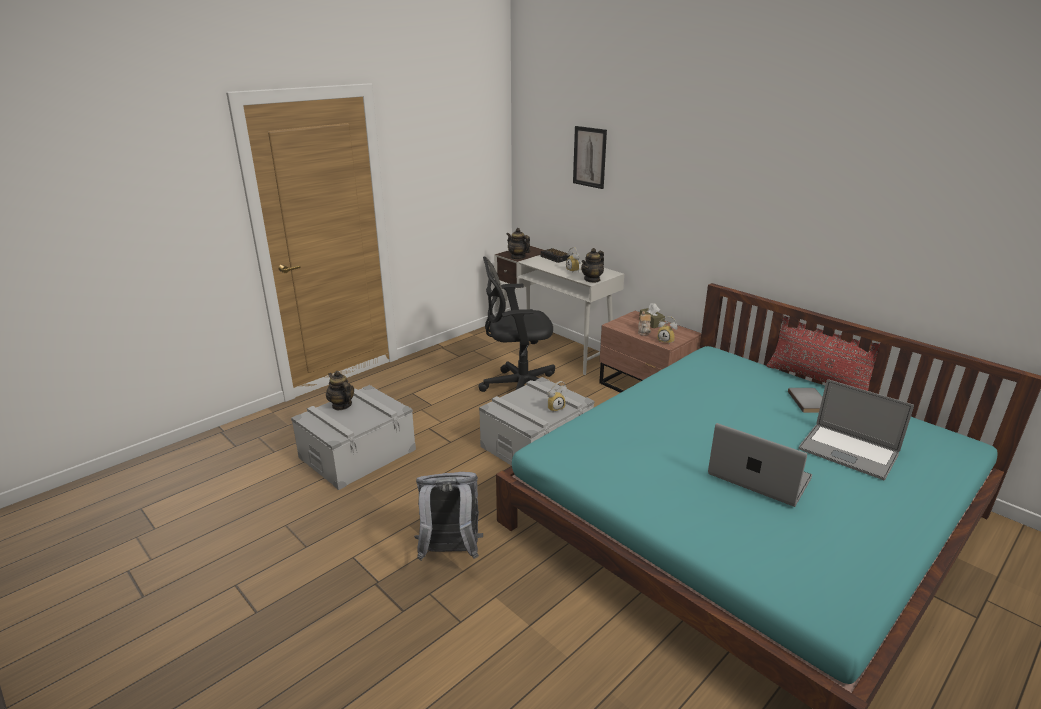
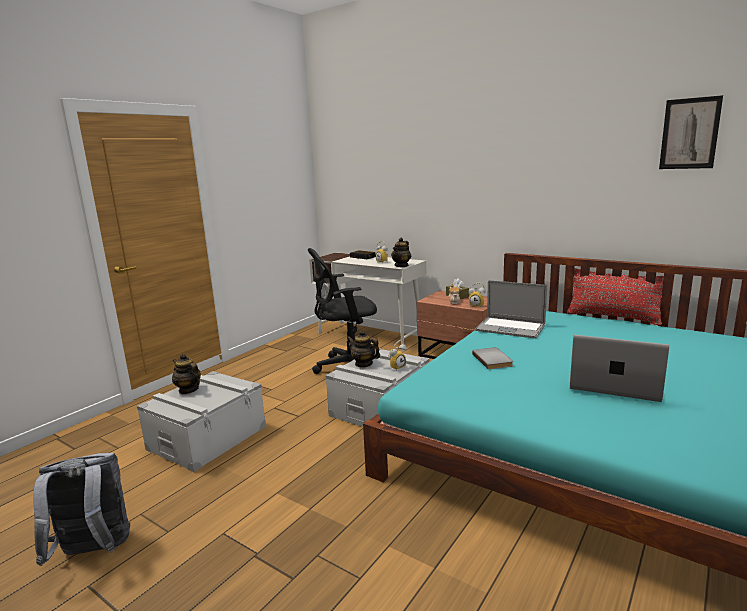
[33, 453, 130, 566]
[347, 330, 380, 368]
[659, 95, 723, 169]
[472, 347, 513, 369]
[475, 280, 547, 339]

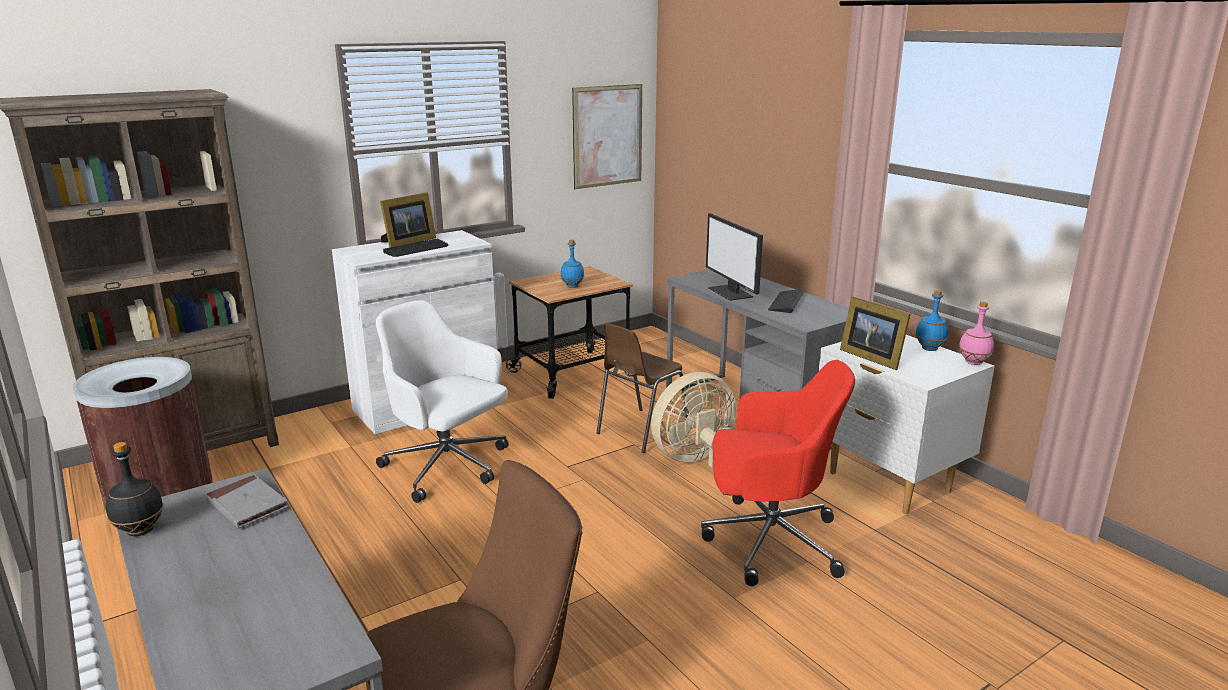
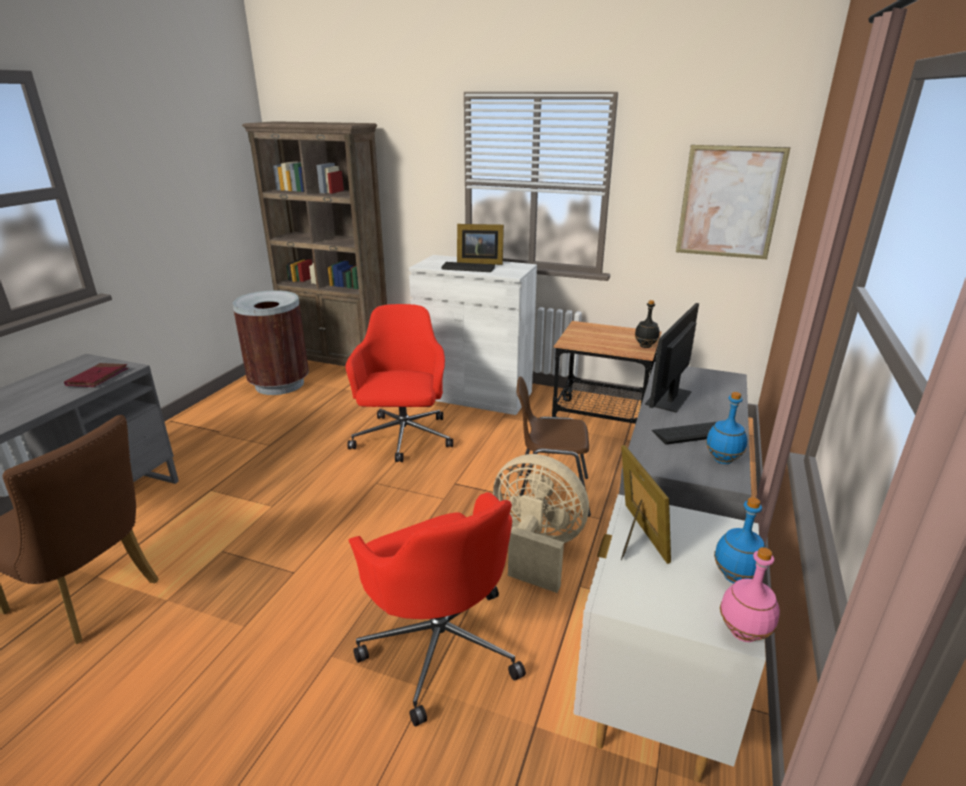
[635, 300, 660, 348]
[706, 392, 747, 464]
[64, 363, 128, 387]
[345, 304, 453, 462]
[621, 445, 671, 564]

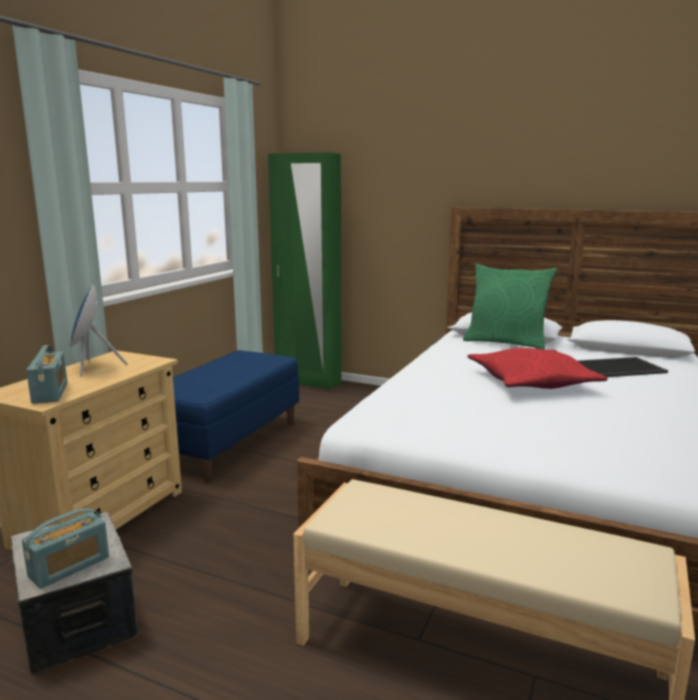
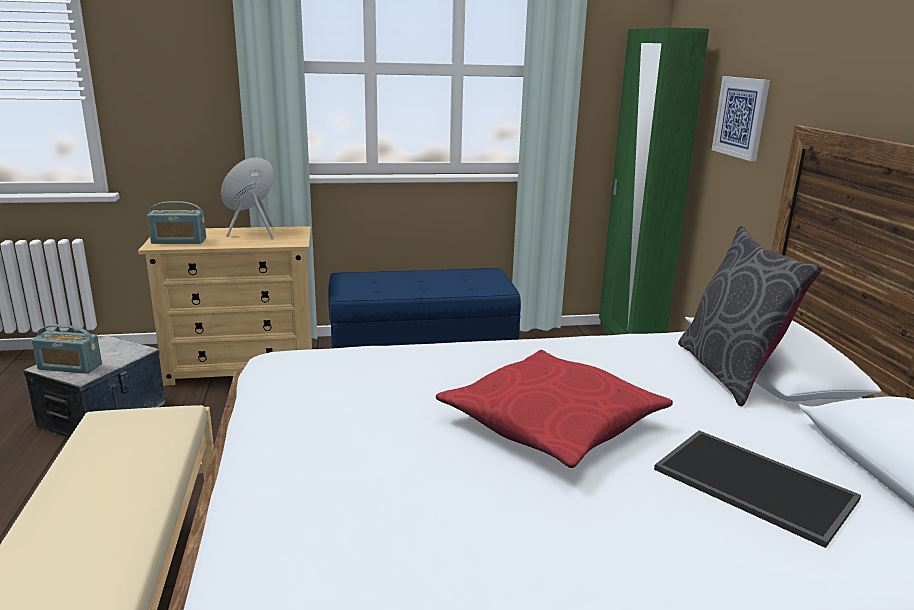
[712, 76, 770, 161]
[678, 226, 823, 406]
[147, 201, 206, 244]

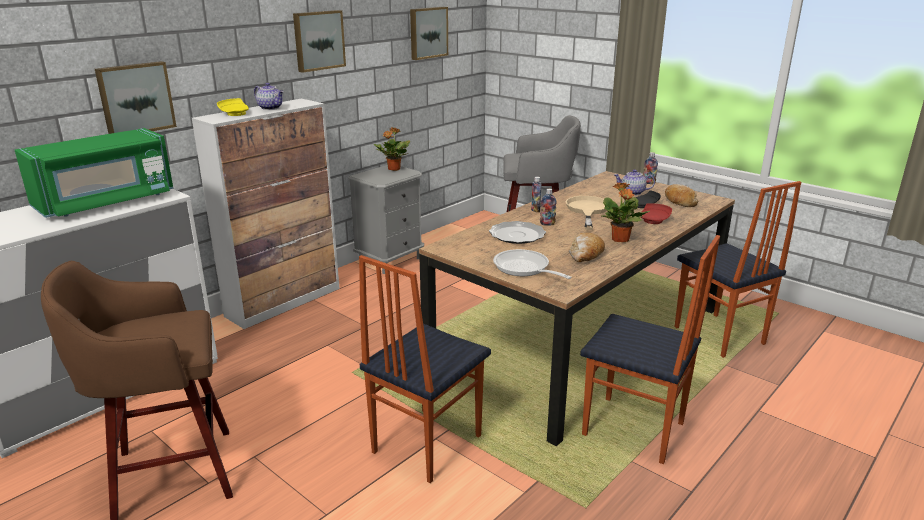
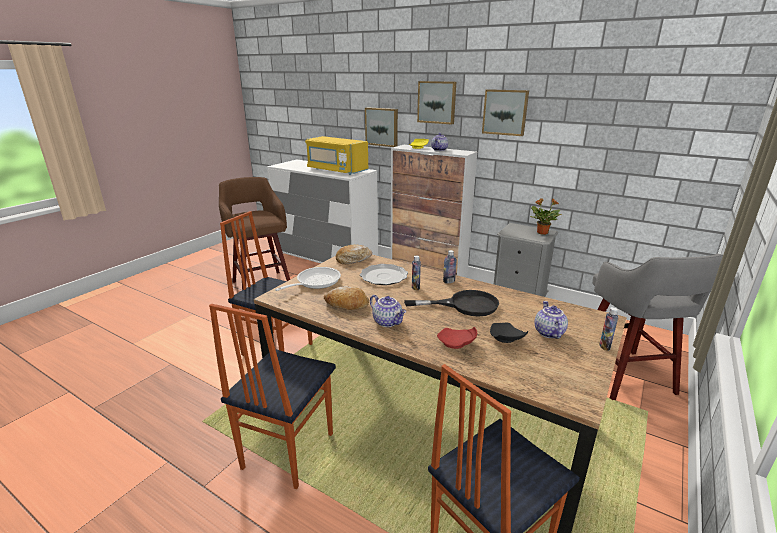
[417, 81, 456, 124]
[336, 245, 372, 264]
[370, 295, 406, 327]
[305, 136, 368, 175]
[404, 290, 499, 317]

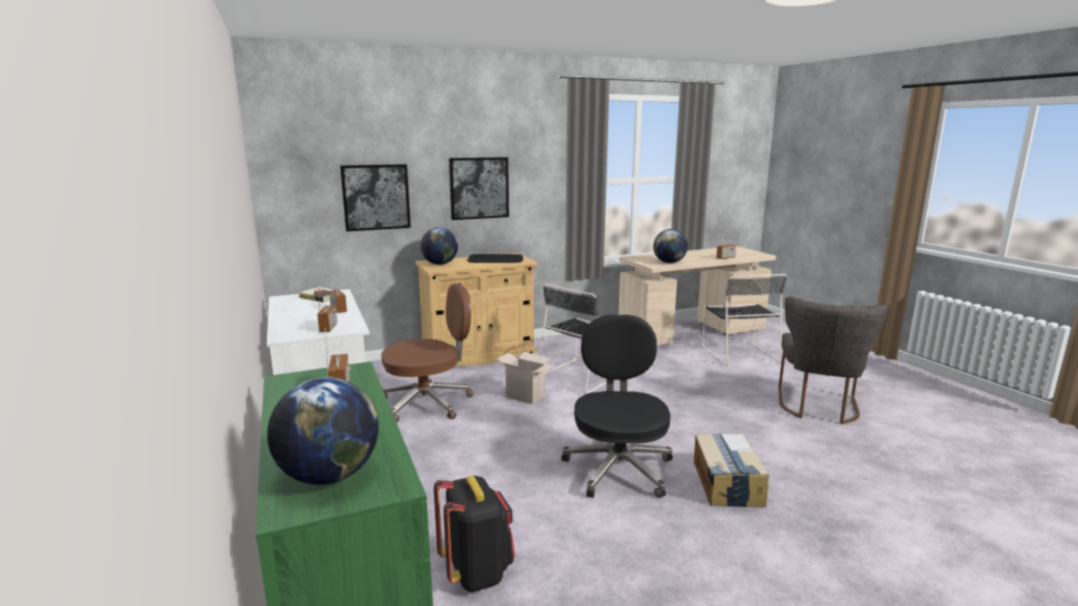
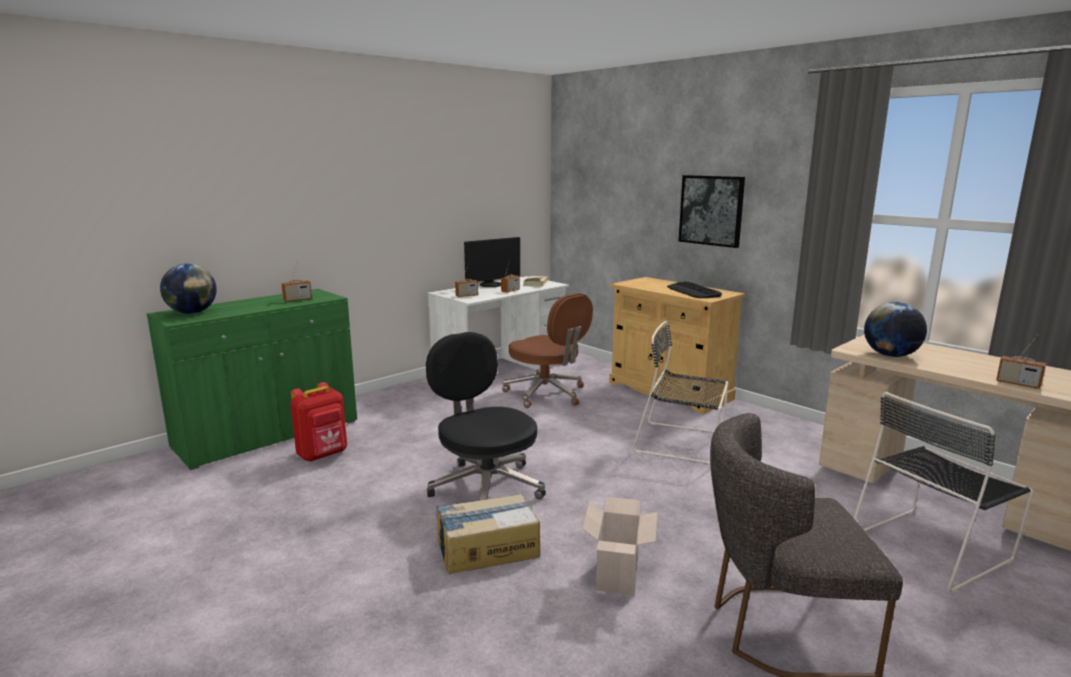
[340, 164, 411, 232] (first image)
[421, 228, 458, 265] (first image)
[464, 237, 520, 287]
[582, 497, 657, 596]
[291, 382, 347, 462]
[426, 332, 546, 500]

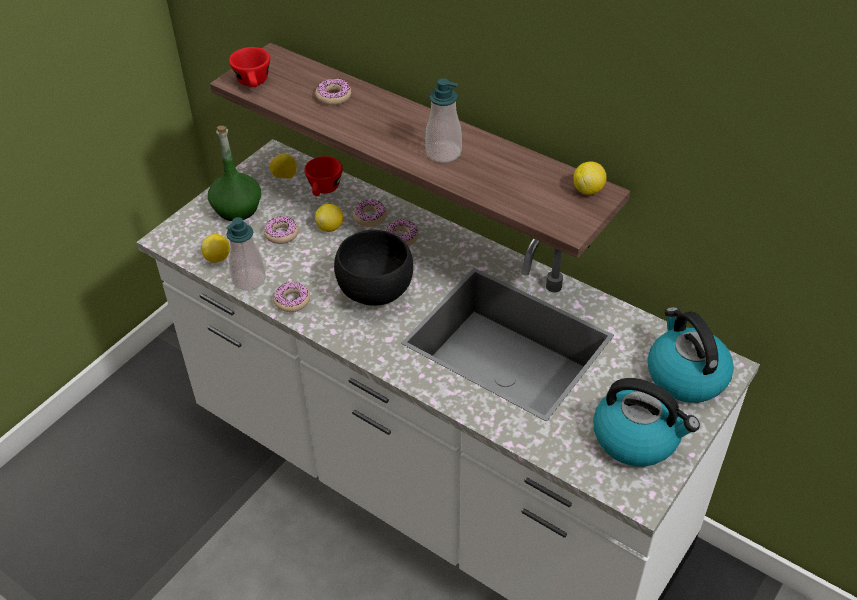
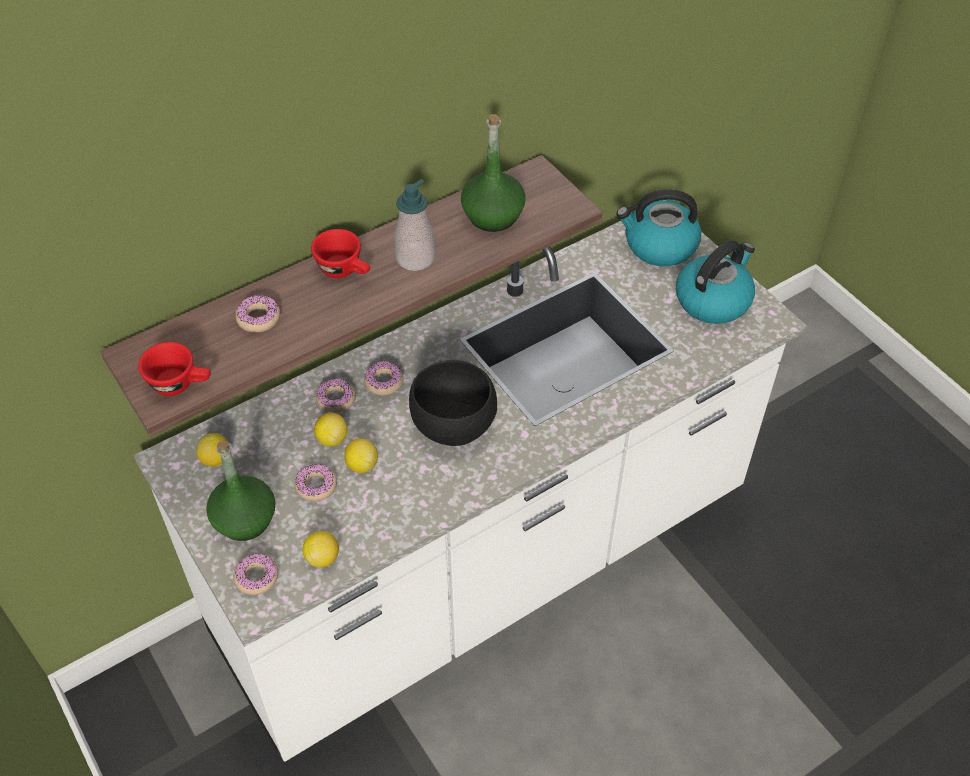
[226, 217, 266, 290] (first image)
[461, 114, 526, 232]
[233, 553, 278, 595]
[311, 229, 370, 278]
[344, 439, 378, 473]

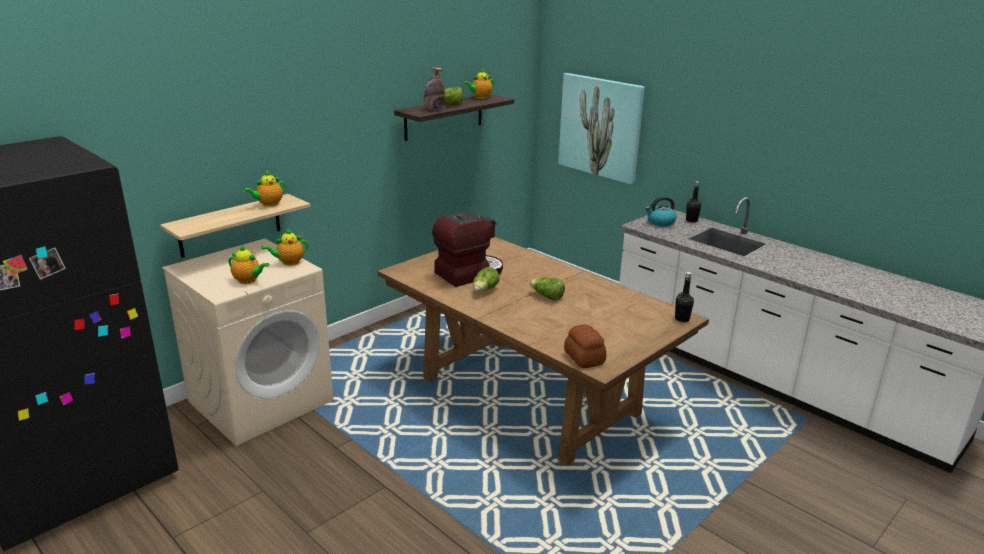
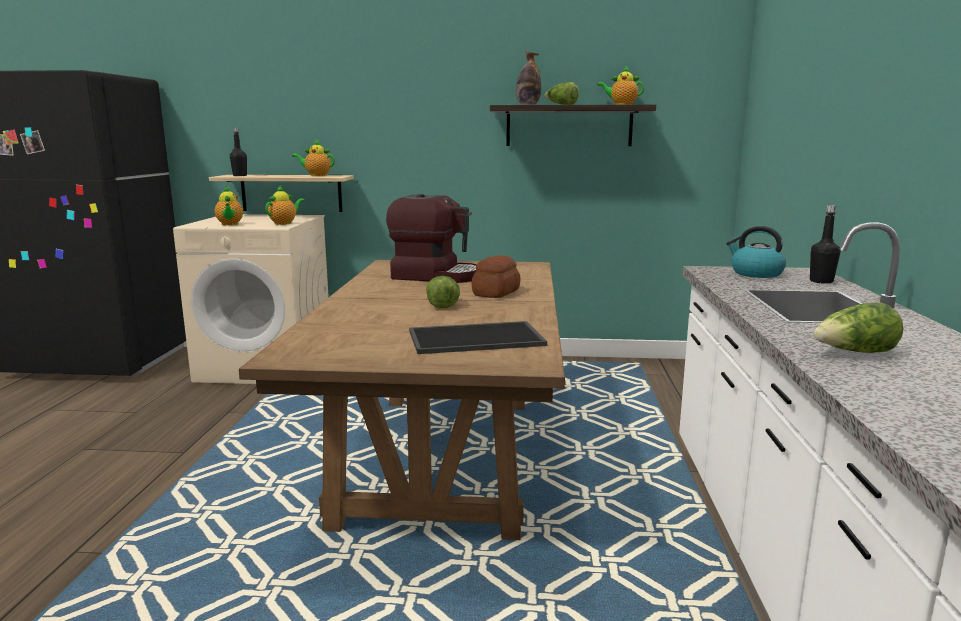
[558, 73, 645, 184] (first image)
[409, 321, 547, 354]
[813, 302, 904, 353]
[471, 255, 520, 298]
[230, 127, 247, 176]
[265, 185, 305, 225]

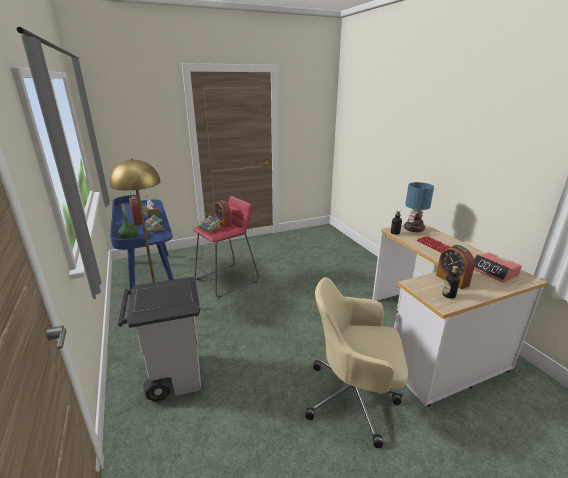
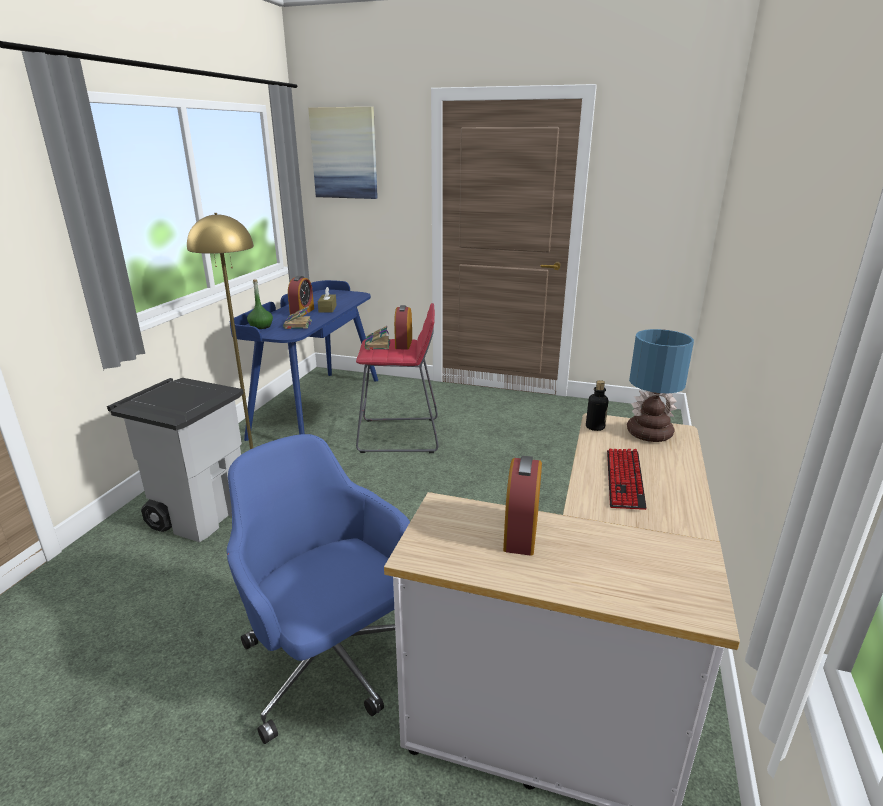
[442, 266, 460, 299] (first image)
[474, 252, 522, 283] (first image)
[308, 107, 378, 199]
[227, 434, 410, 744]

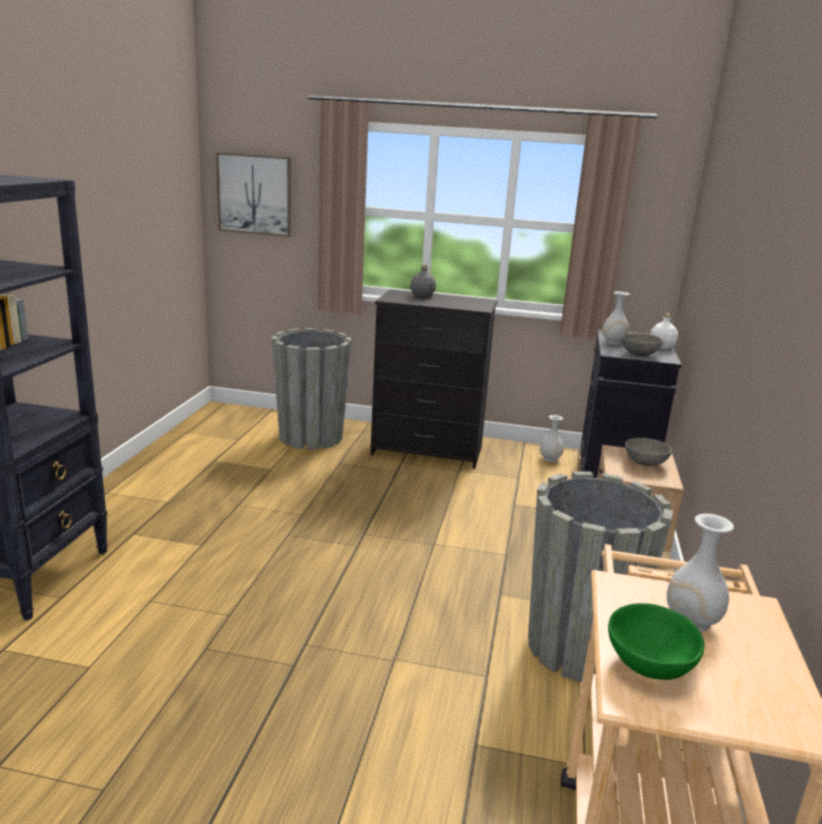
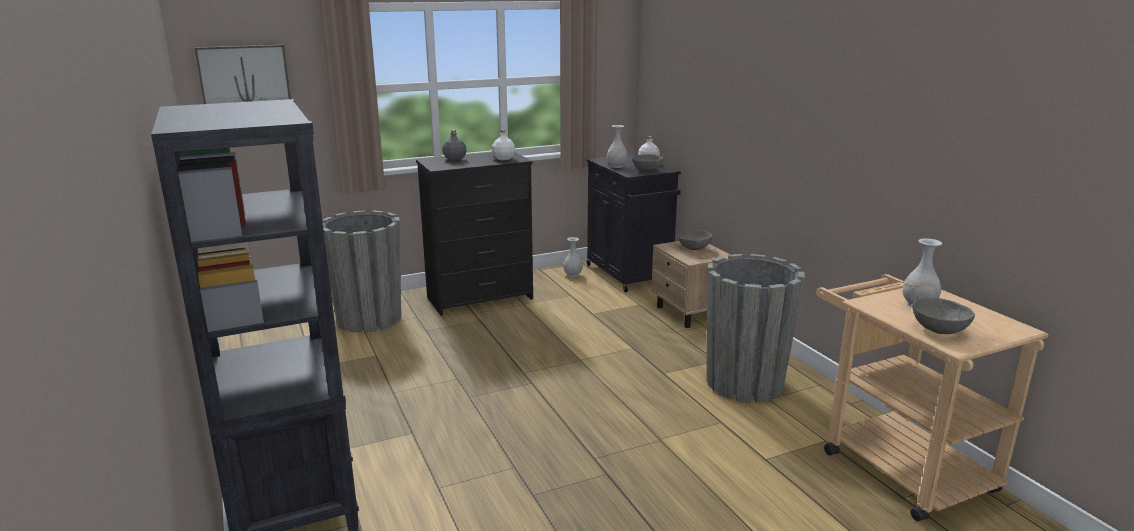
[492, 129, 515, 160]
[913, 298, 975, 334]

